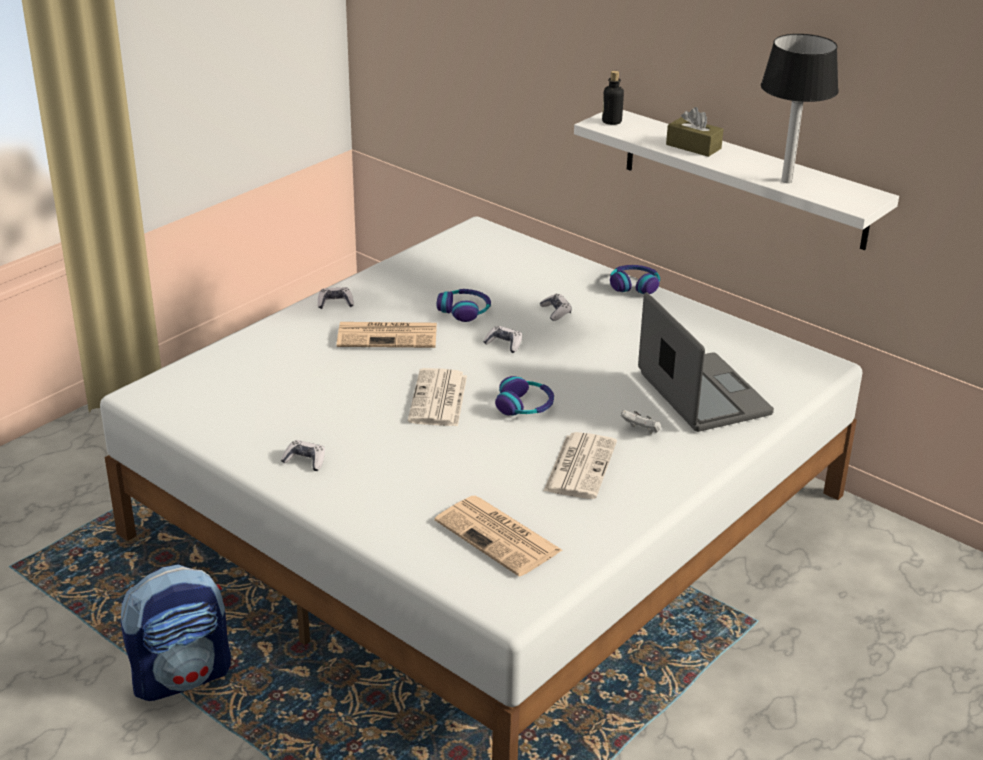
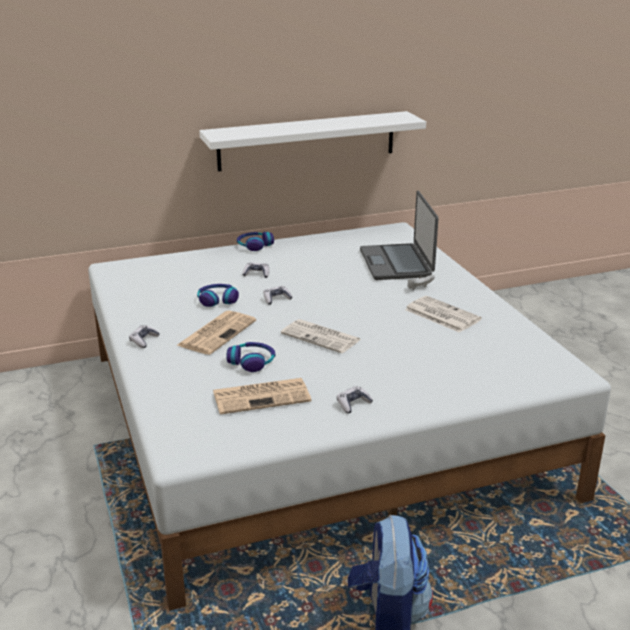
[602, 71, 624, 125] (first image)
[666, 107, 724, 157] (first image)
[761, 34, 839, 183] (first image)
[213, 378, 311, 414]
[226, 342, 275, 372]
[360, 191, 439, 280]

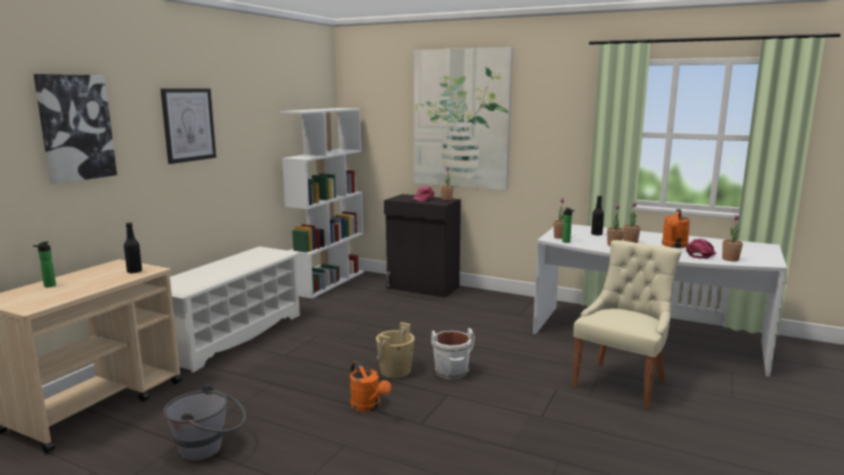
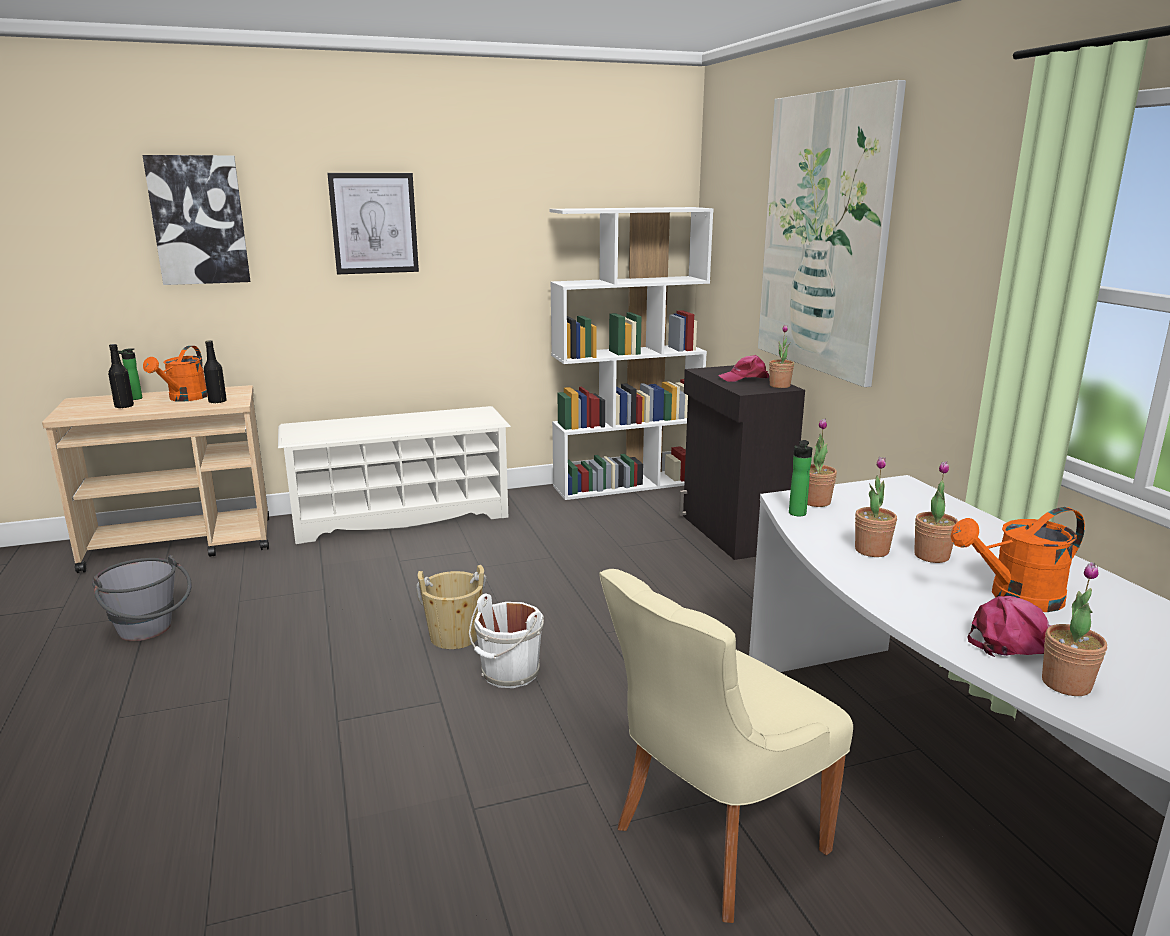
[143, 346, 207, 402]
[108, 344, 134, 409]
[599, 569, 853, 923]

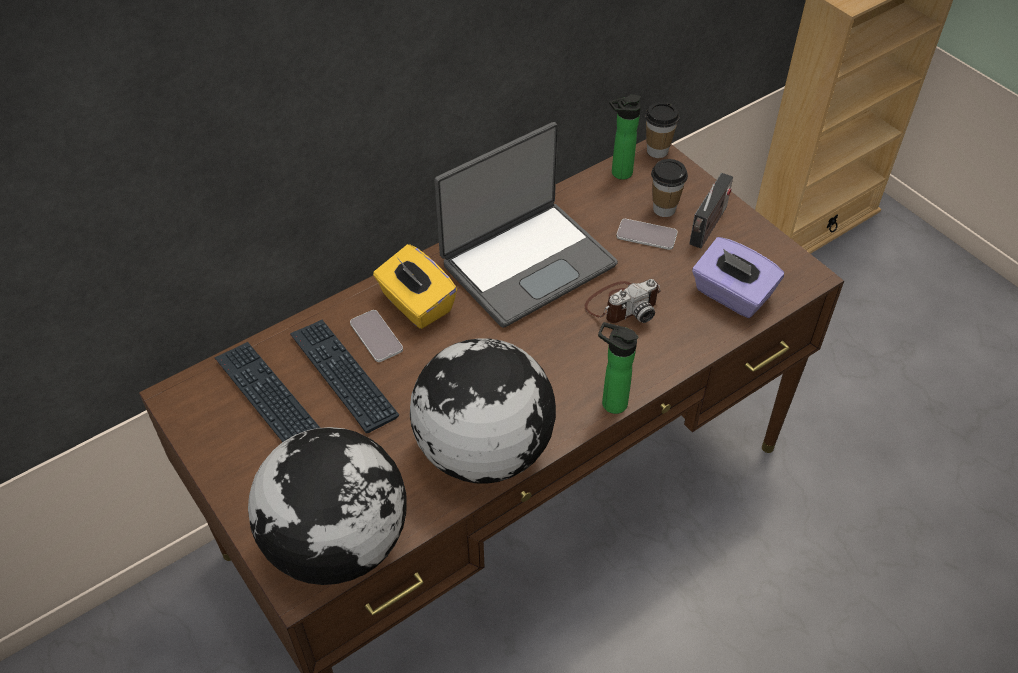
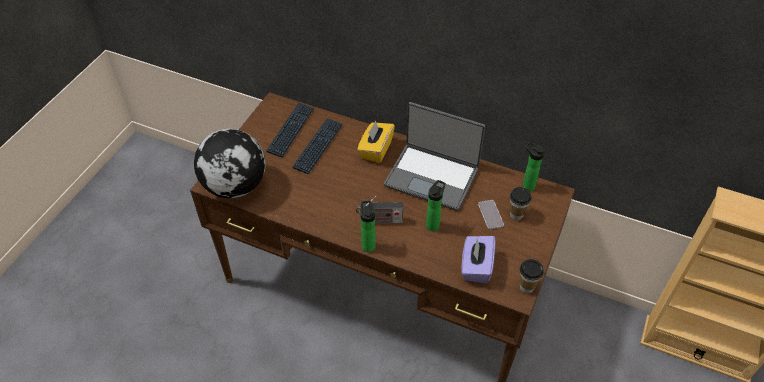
[350, 310, 403, 362] (first image)
[410, 338, 556, 484] (first image)
[520, 259, 544, 293]
[356, 196, 403, 224]
[426, 180, 446, 231]

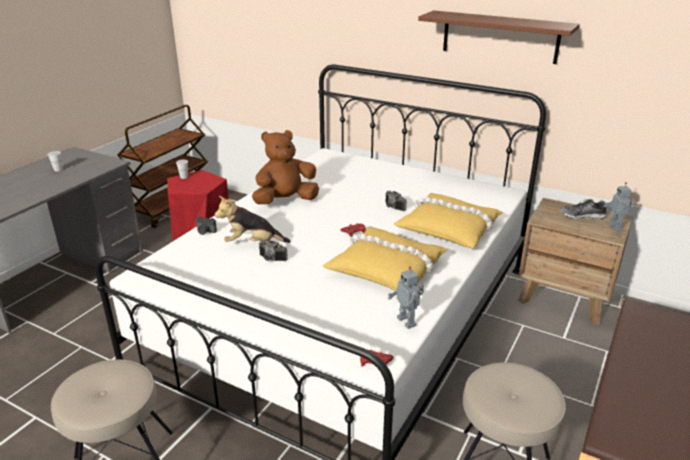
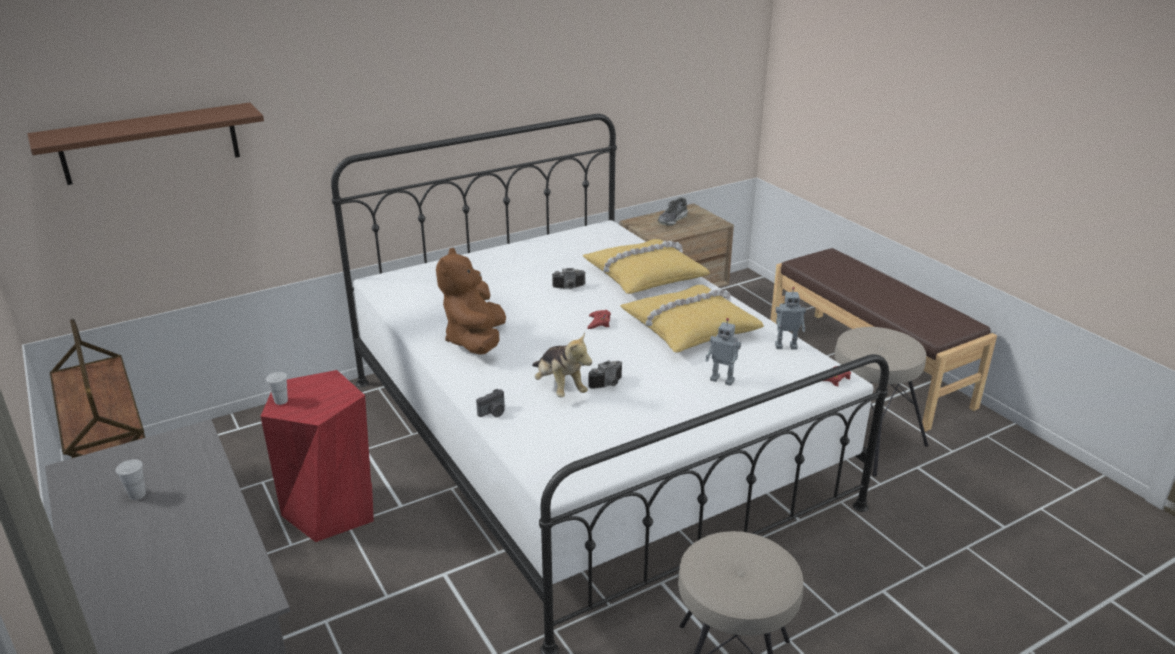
[27, 103, 264, 185]
[705, 318, 741, 386]
[532, 333, 592, 397]

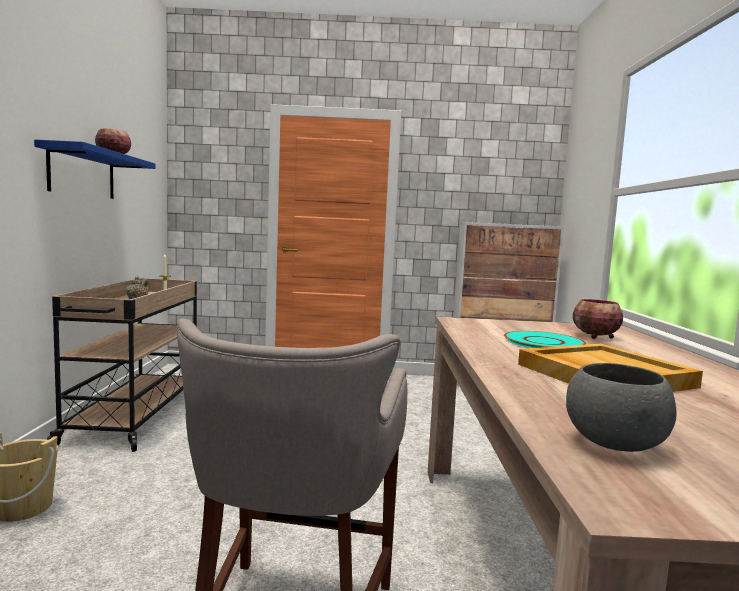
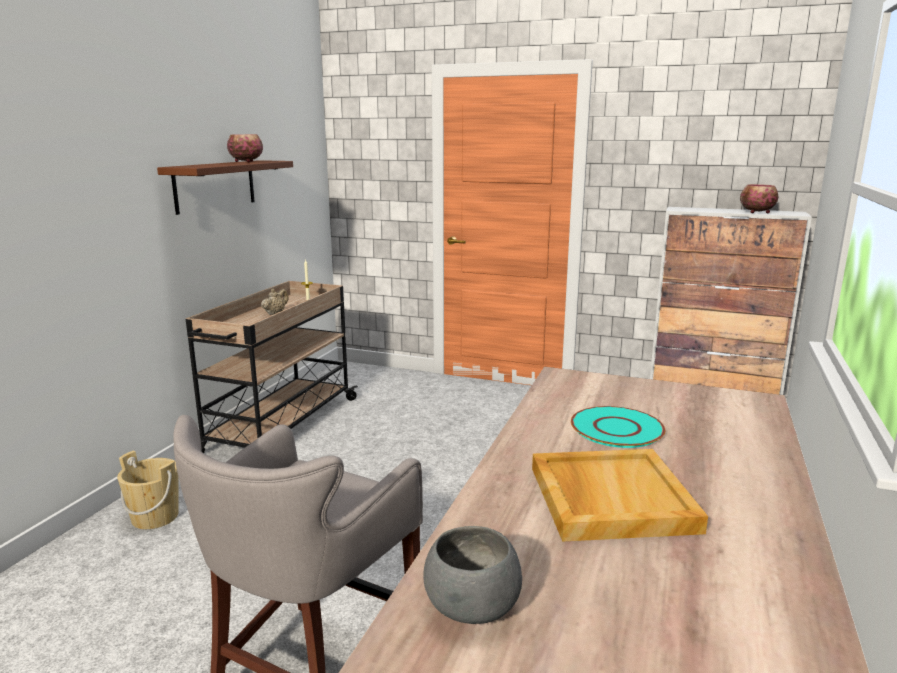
[740, 184, 778, 213]
[157, 160, 293, 215]

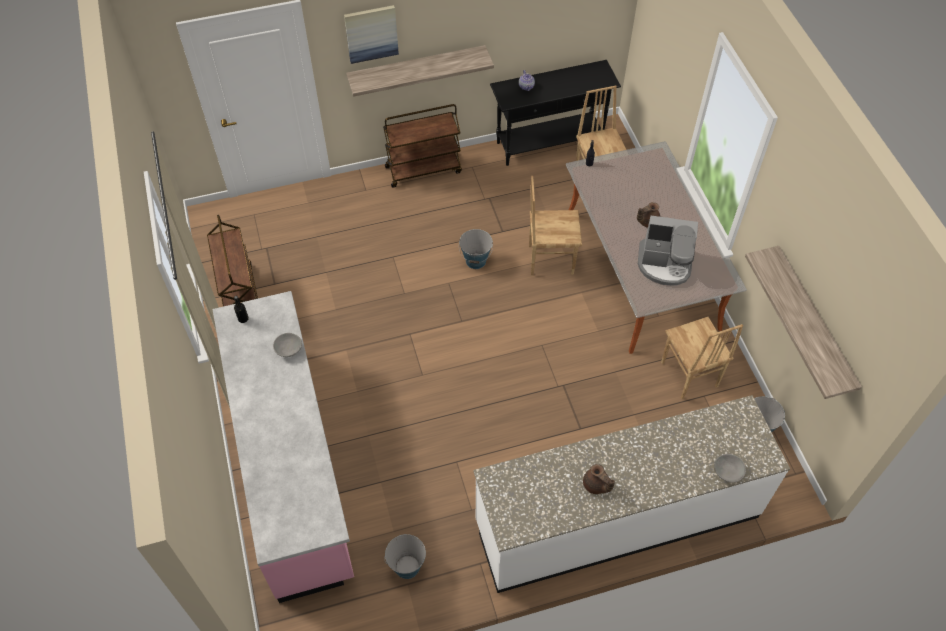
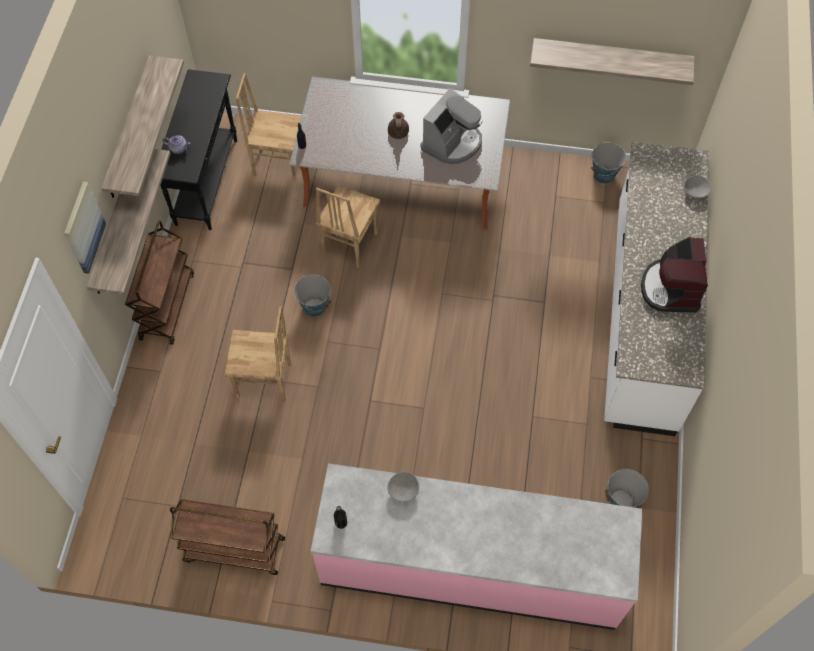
[101, 56, 184, 198]
[224, 306, 291, 402]
[641, 237, 708, 312]

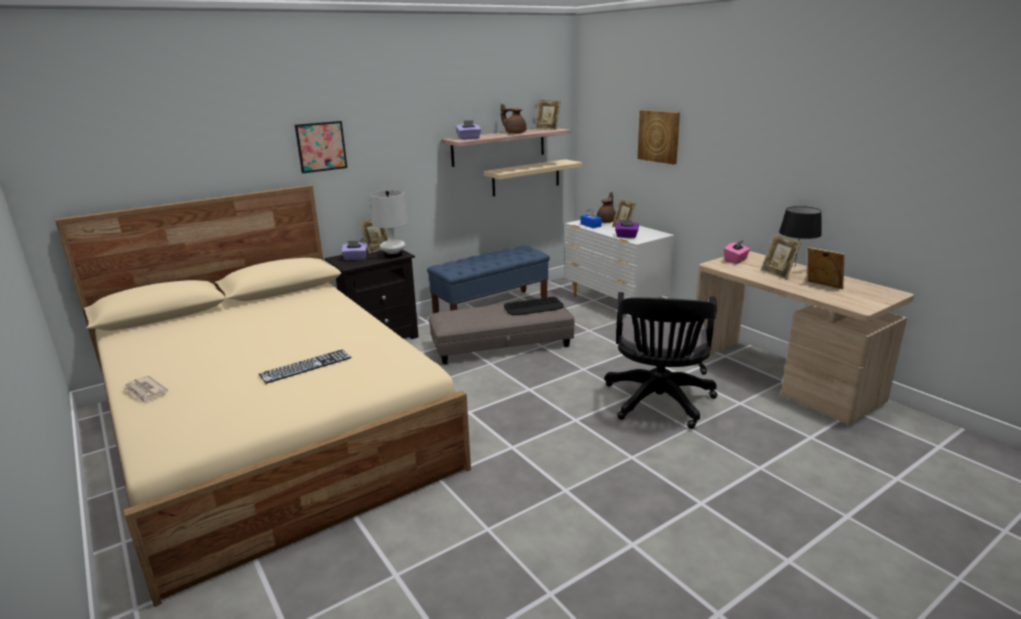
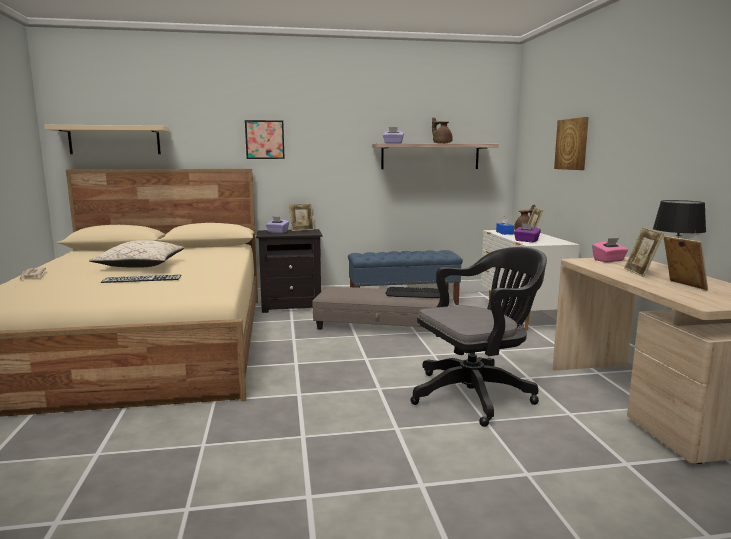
[371, 190, 409, 258] (first image)
[535, 100, 561, 130] (first image)
[89, 240, 184, 268]
[44, 125, 169, 154]
[410, 247, 547, 427]

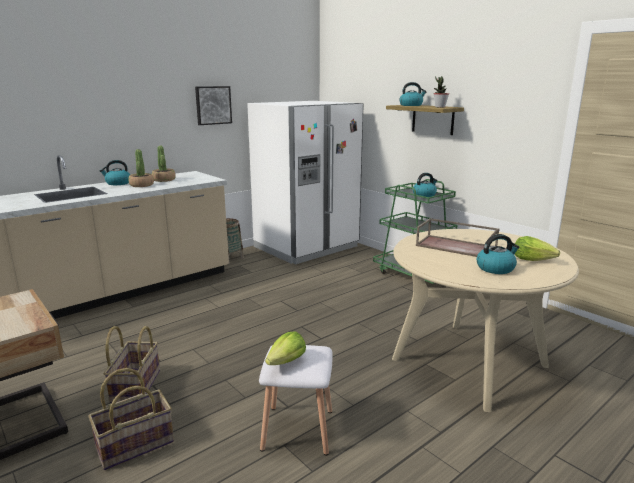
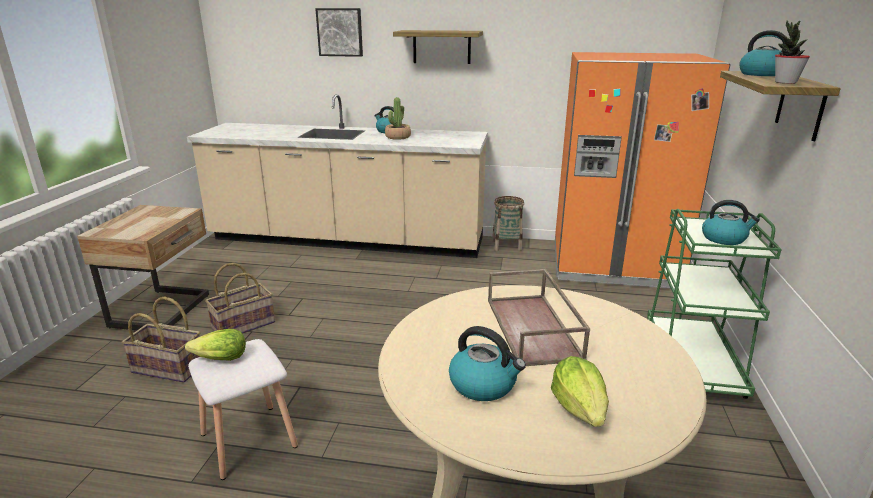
[152, 146, 176, 182] (first image)
[393, 30, 483, 64]
[315, 8, 363, 57]
[555, 52, 731, 289]

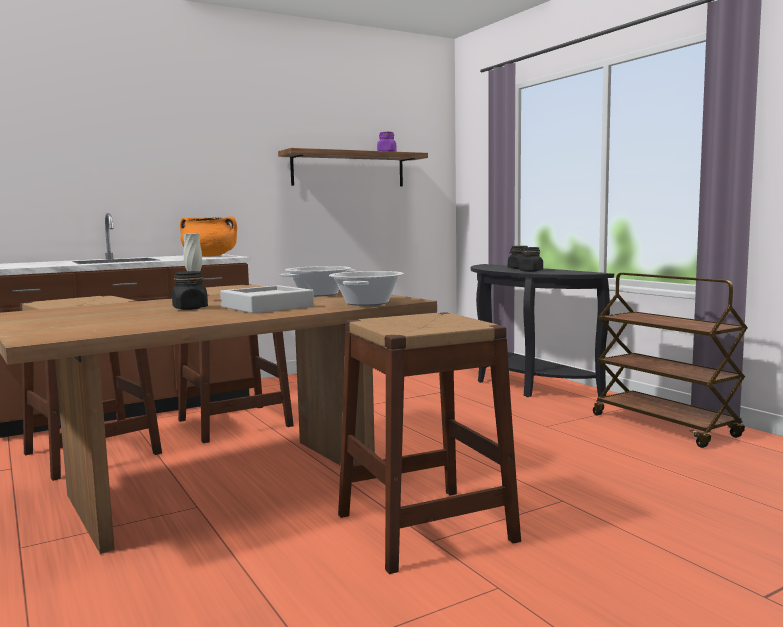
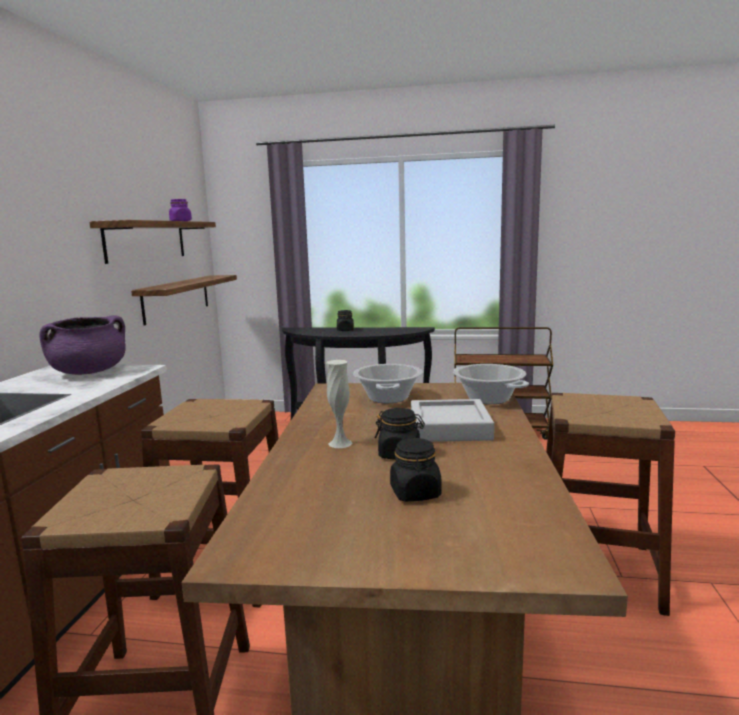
[131, 275, 237, 326]
[390, 437, 442, 502]
[39, 315, 126, 375]

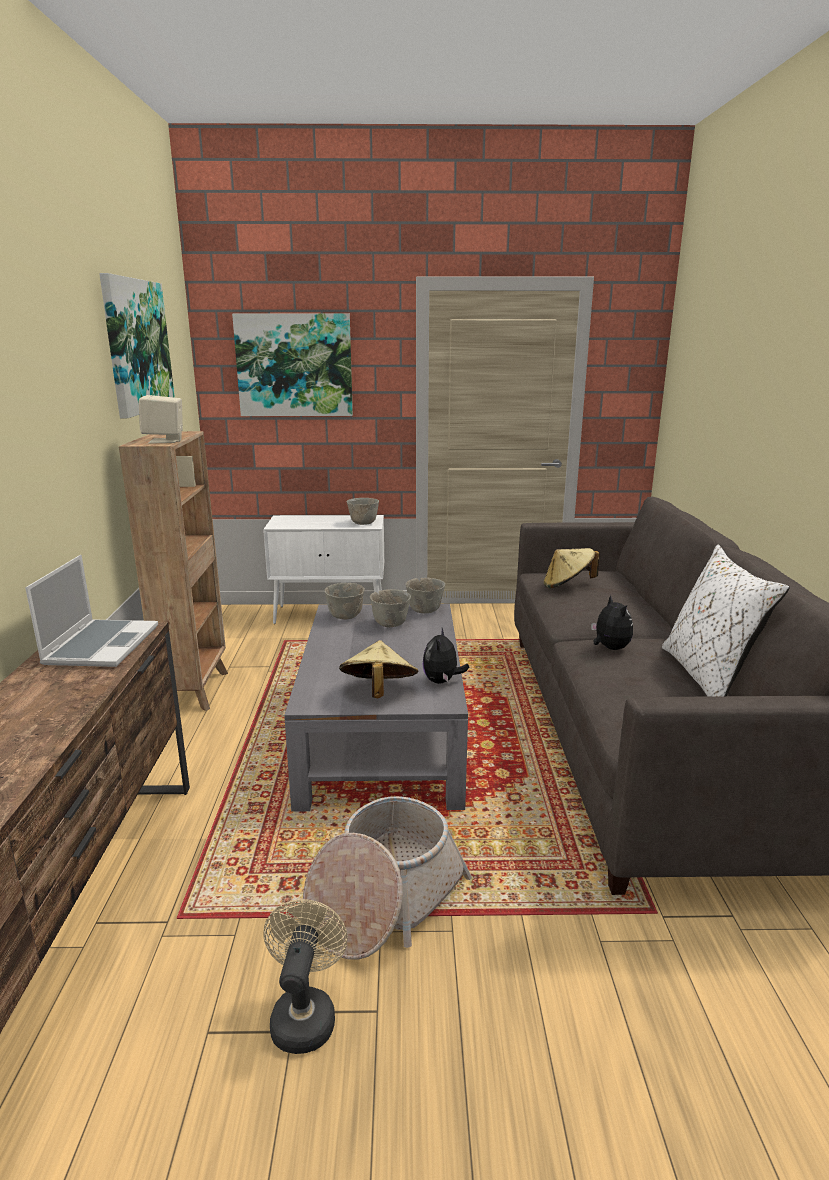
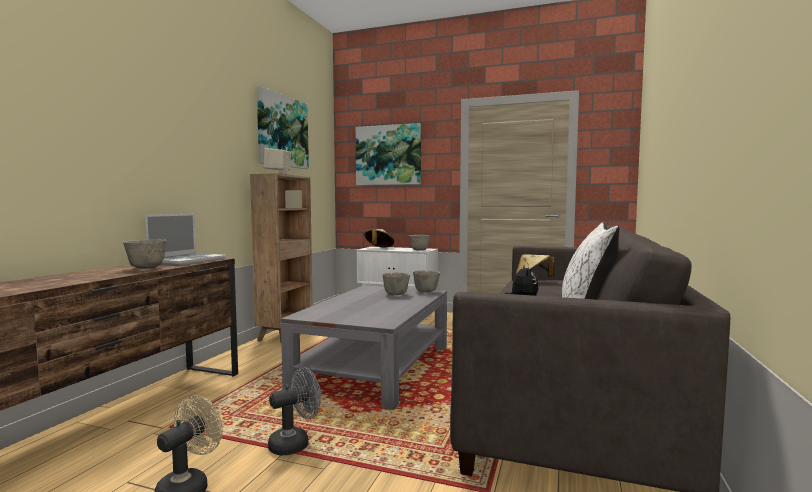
[422, 628, 469, 684] (first image)
[123, 239, 166, 269]
[364, 229, 394, 247]
[268, 367, 321, 455]

